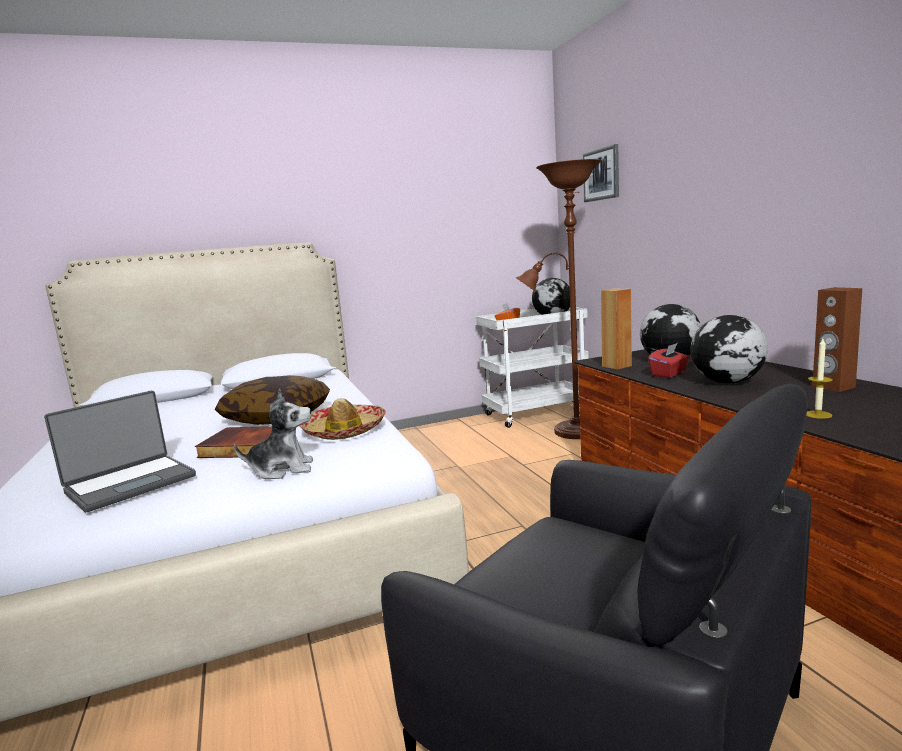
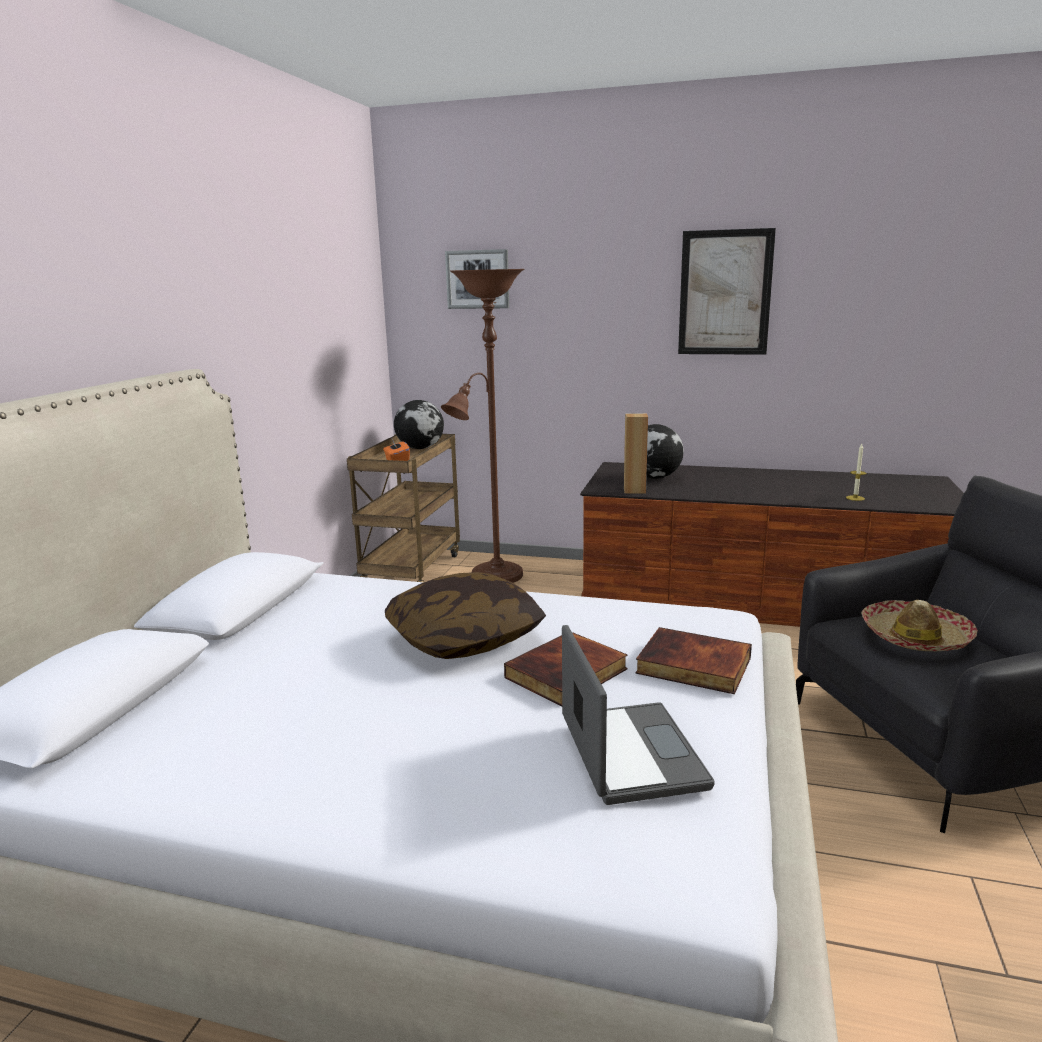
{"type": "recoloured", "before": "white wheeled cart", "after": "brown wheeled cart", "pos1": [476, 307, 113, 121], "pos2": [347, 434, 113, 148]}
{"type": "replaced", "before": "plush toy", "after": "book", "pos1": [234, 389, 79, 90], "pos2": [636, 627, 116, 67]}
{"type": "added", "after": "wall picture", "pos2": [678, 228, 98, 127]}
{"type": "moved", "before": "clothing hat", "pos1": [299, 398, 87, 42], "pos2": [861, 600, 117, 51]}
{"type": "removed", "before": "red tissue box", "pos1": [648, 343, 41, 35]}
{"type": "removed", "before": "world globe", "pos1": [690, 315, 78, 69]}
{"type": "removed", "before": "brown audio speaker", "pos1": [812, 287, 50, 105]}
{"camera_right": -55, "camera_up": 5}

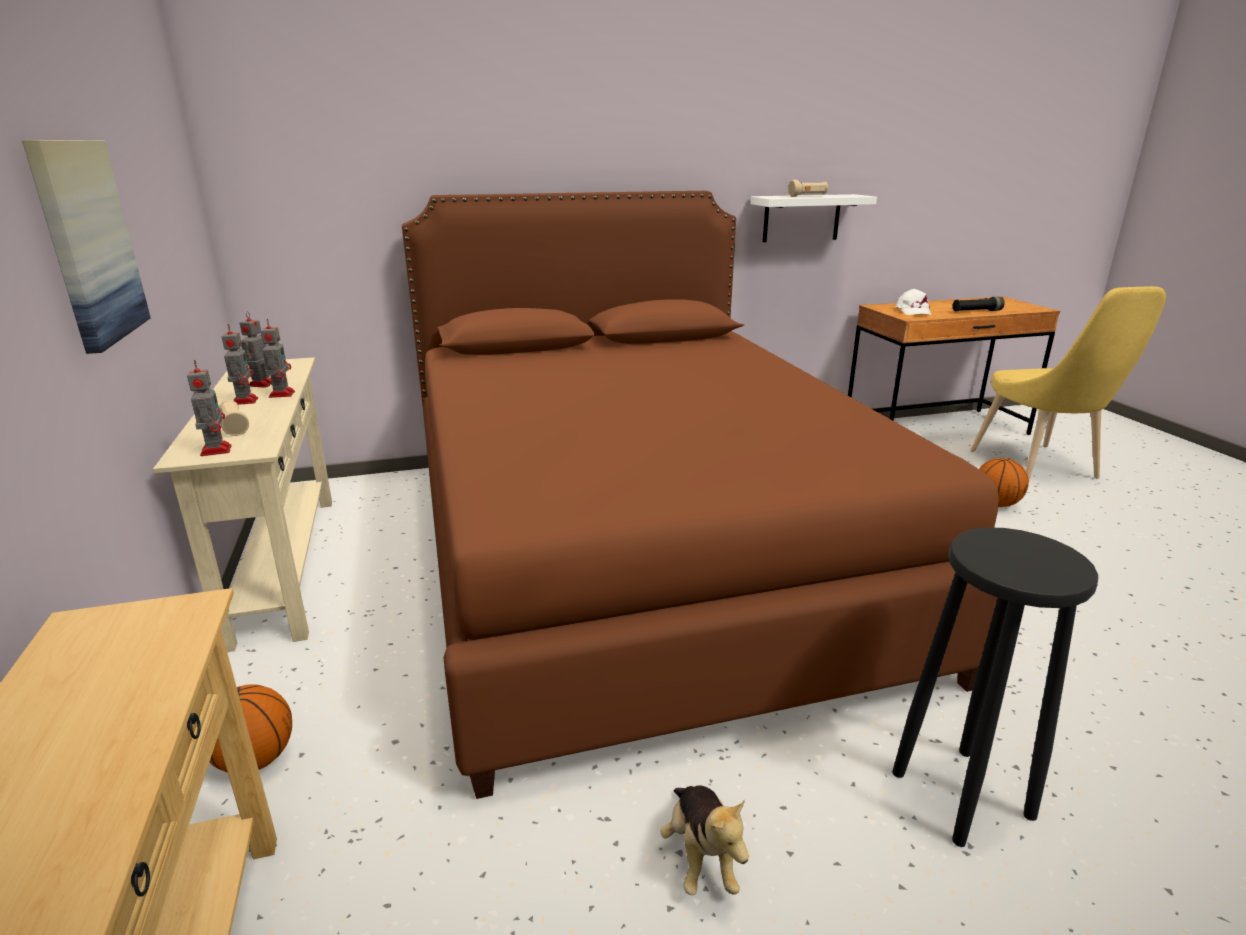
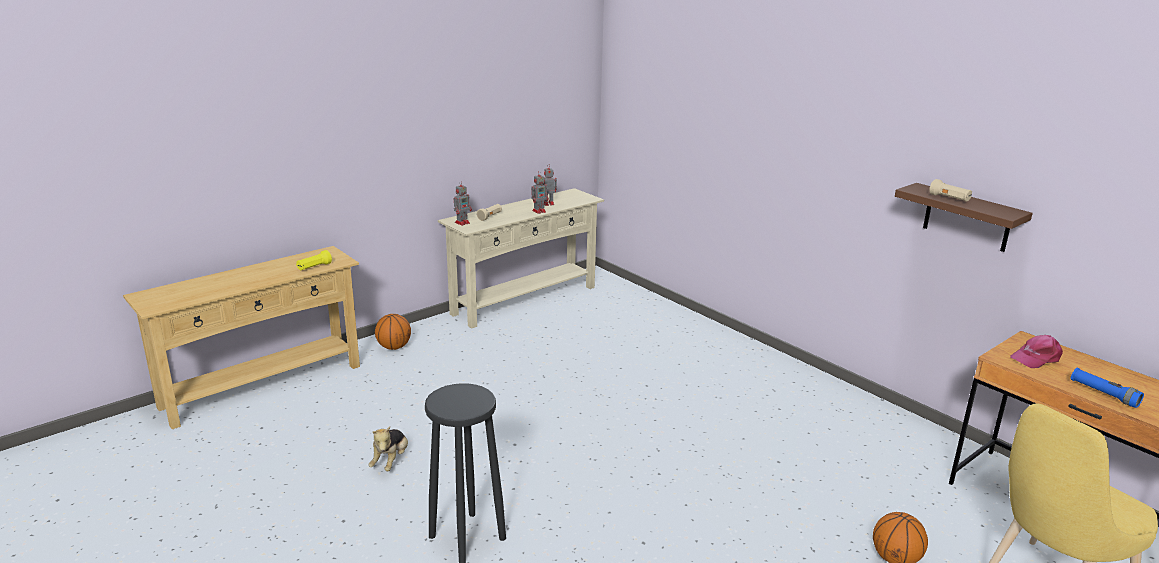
{"type": "added", "after": "yellow-coloured hand torch", "pos2": [296, 250, 36, 20]}
{"type": "turned", "before": "plush toy", "pos1": [660, 786, 89, 110], "pos2": [368, 426, 40, 45], "turn": -45}
{"type": "recoloured", "before": "white shelf", "after": "brown shelf", "pos1": [750, 194, 127, 48], "pos2": [895, 183, 138, 69]}
{"type": "recoloured", "before": "white peaked cap", "after": "pinkish peaked cap", "pos1": [895, 289, 36, 26], "pos2": [1010, 335, 53, 33]}
{"type": "recoloured", "before": "black hand torch", "after": "bluish hand torch", "pos1": [952, 297, 53, 15], "pos2": [1070, 368, 74, 40]}
{"type": "removed", "before": "wall picture", "pos1": [22, 140, 129, 214]}
{"type": "removed", "before": "toy robot", "pos1": [222, 324, 36, 81]}
{"type": "removed", "before": "brown sleeping bed", "pos1": [402, 191, 597, 608]}
{"camera_right": 65, "camera_up": 0}

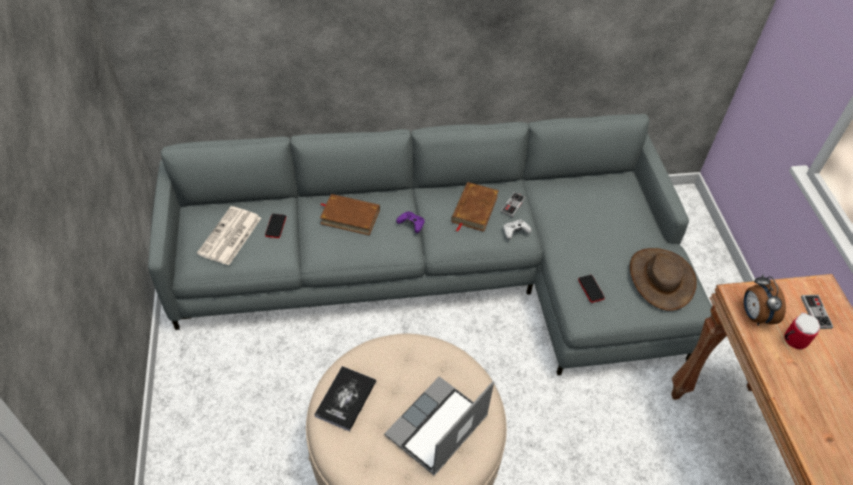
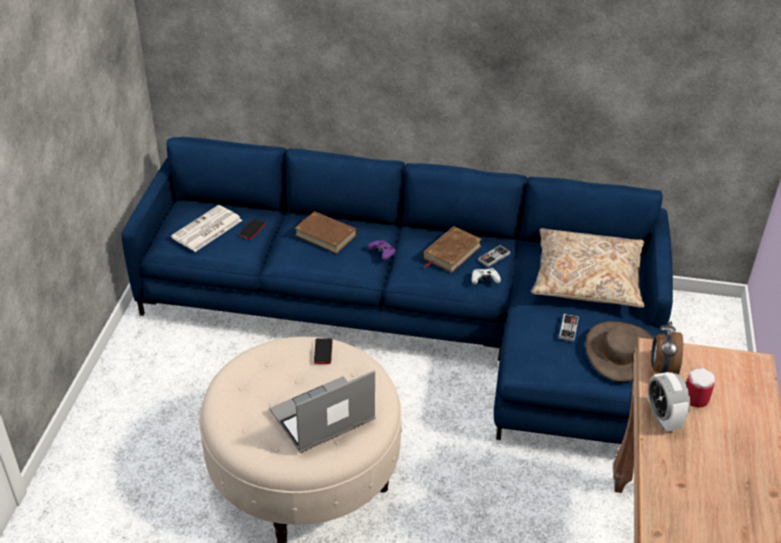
{"type": "recoloured", "before": "grey sofa", "after": "bluish sofa", "pos1": [148, 114, 564, 261], "pos2": [121, 137, 552, 307]}
{"type": "moved", "before": "handset", "pos1": [578, 275, 27, 28], "pos2": [314, 338, 19, 26]}
{"type": "added", "after": "beige pillow", "pos2": [531, 228, 114, 80]}
{"type": "moved", "before": "gamepad", "pos1": [801, 295, 32, 34], "pos2": [559, 314, 20, 28]}
{"type": "added", "after": "alarm clock", "pos2": [648, 372, 42, 60]}
{"type": "removed", "before": "book", "pos1": [314, 366, 62, 65]}
{"camera_right": 20, "camera_up": -10}

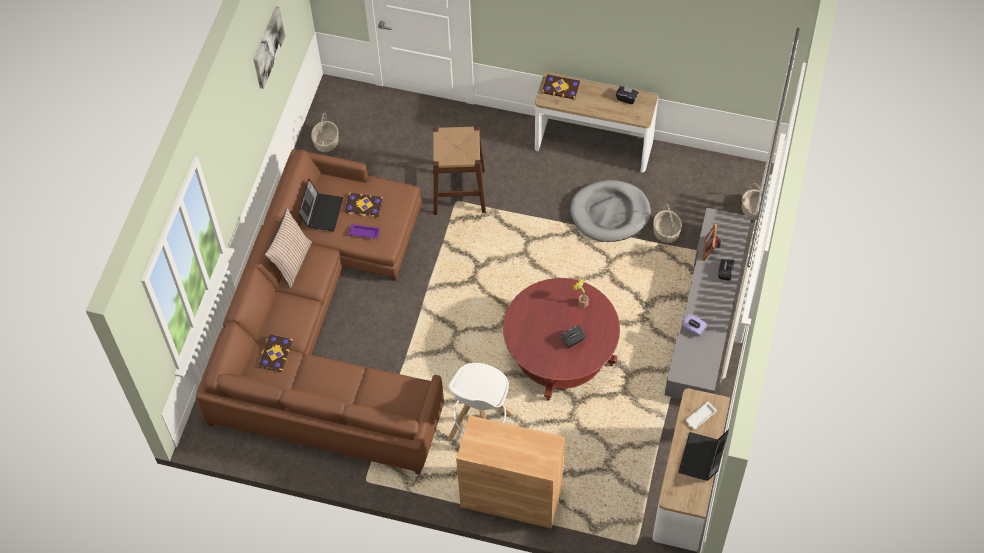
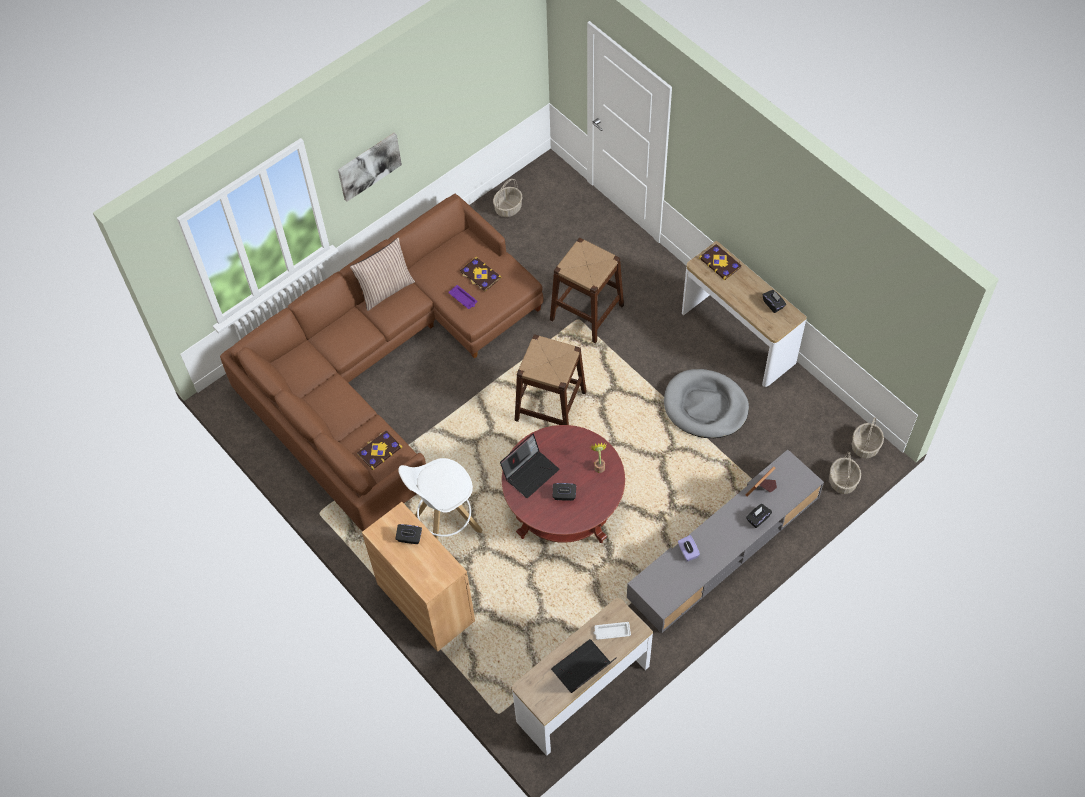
{"type": "moved", "before": "wall picture", "pos1": [253, 6, 32, 83], "pos2": [338, 132, 64, 70]}
{"type": "moved", "before": "book", "pos1": [259, 334, 34, 38], "pos2": [357, 430, 45, 40]}
{"type": "added", "after": "black tissue box", "pos2": [395, 524, 27, 20]}
{"type": "moved", "before": "portable computer", "pos1": [298, 179, 46, 53], "pos2": [500, 433, 59, 65]}
{"type": "added", "after": "brown stool", "pos2": [514, 334, 73, 91]}
{"type": "moved", "before": "household basket", "pos1": [653, 204, 29, 39], "pos2": [852, 417, 32, 41]}
{"camera_right": 35, "camera_up": 0}

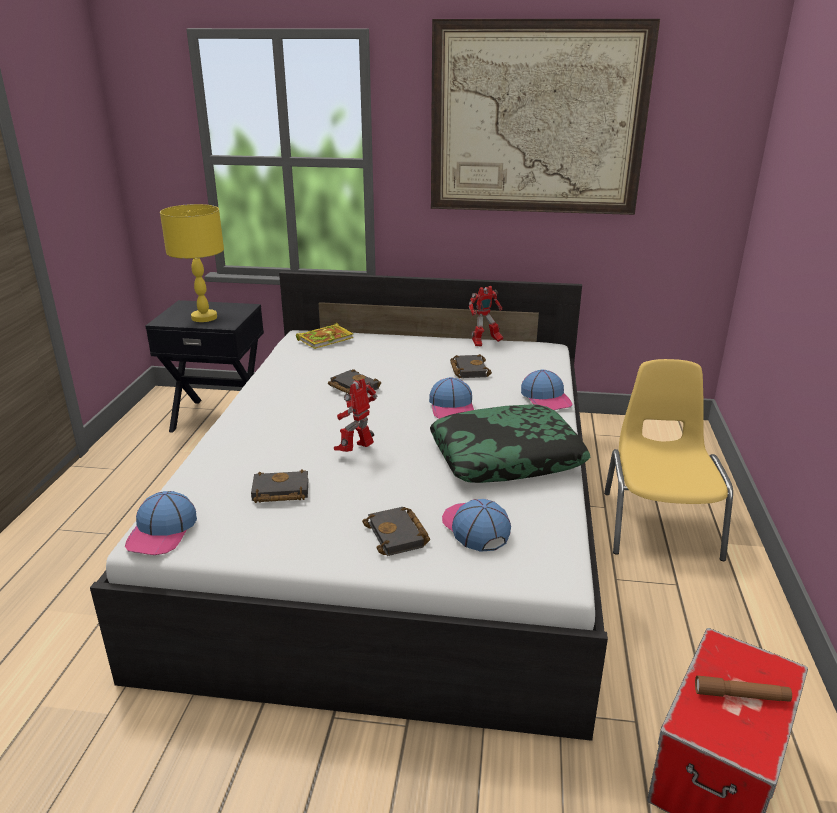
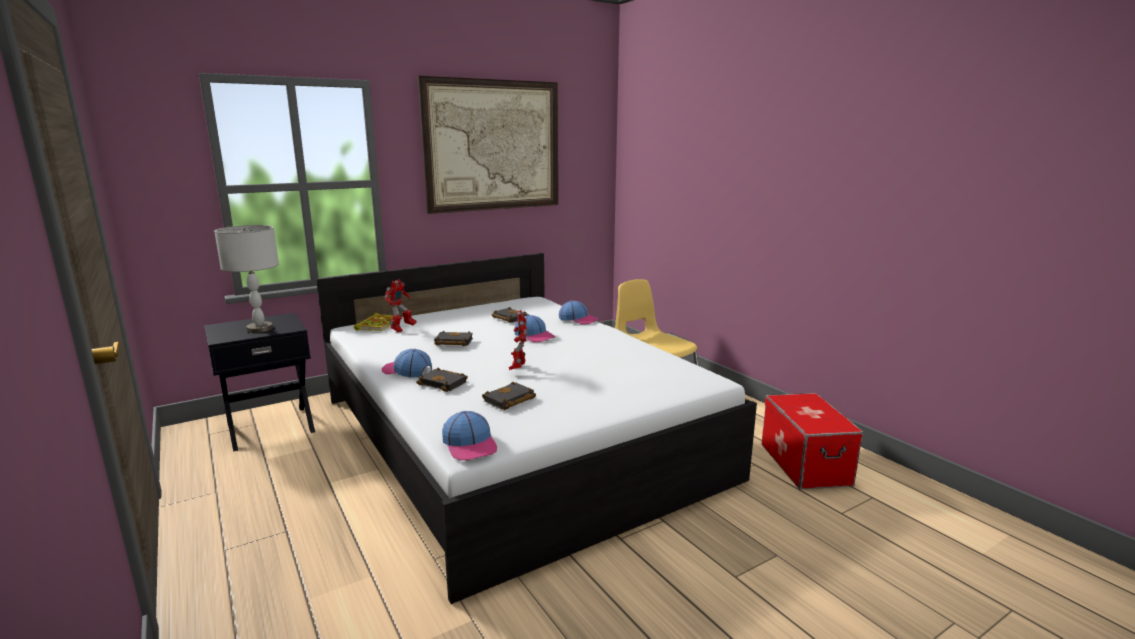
{"type": "recoloured", "before": "yellow-coloured tabletop lamp", "after": "grey tabletop lamp", "pos1": [160, 204, 64, 118], "pos2": [214, 225, 65, 108]}
{"type": "moved", "before": "peaked cap", "pos1": [442, 499, 69, 53], "pos2": [382, 349, 50, 29]}
{"type": "moved", "before": "toy robot", "pos1": [469, 286, 34, 61], "pos2": [384, 279, 33, 53]}
{"type": "moved", "before": "black book", "pos1": [362, 507, 68, 49], "pos2": [416, 368, 52, 24]}
{"type": "removed", "before": "pillow", "pos1": [430, 404, 160, 79]}
{"type": "removed", "before": "brown hand torch", "pos1": [695, 676, 97, 26]}
{"camera_right": -40, "camera_up": -10}

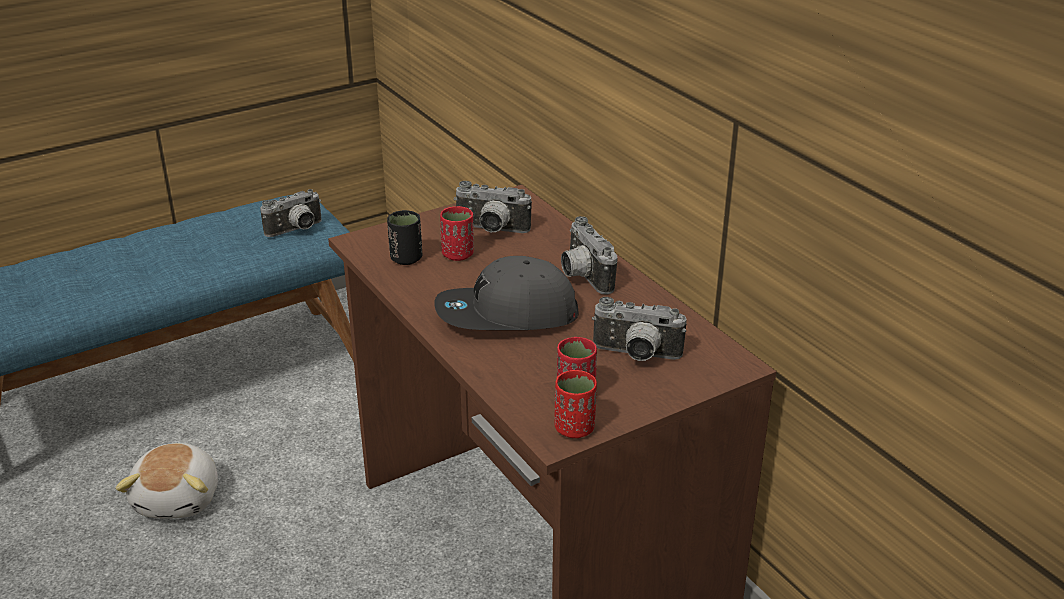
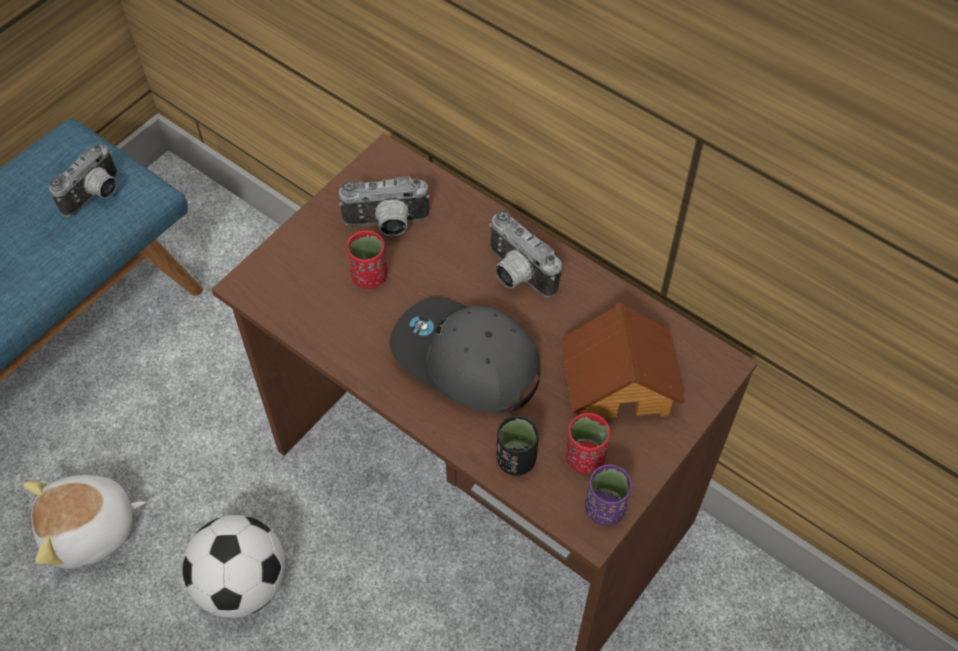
{"type": "turned", "before": "plush toy", "pos1": [115, 443, 103, 75], "pos2": [23, 475, 122, 94], "turn": 90}
{"type": "added", "after": "football", "pos2": [182, 515, 103, 103]}
{"type": "turned", "before": "grey peaked cap", "pos1": [434, 256, 145, 74], "pos2": [389, 297, 151, 117], "turn": 60}
{"type": "moved", "before": "black drinking cup", "pos1": [387, 210, 35, 55], "pos2": [496, 416, 43, 60]}
{"type": "replaced", "before": "still camera", "after": "model house", "pos1": [592, 297, 95, 64], "pos2": [560, 302, 125, 117]}
{"type": "recoloured", "before": "red drinking cup", "after": "purple-coloured drinking cup", "pos1": [554, 370, 43, 68], "pos2": [585, 465, 47, 61]}
{"camera_right": -20, "camera_up": 25}

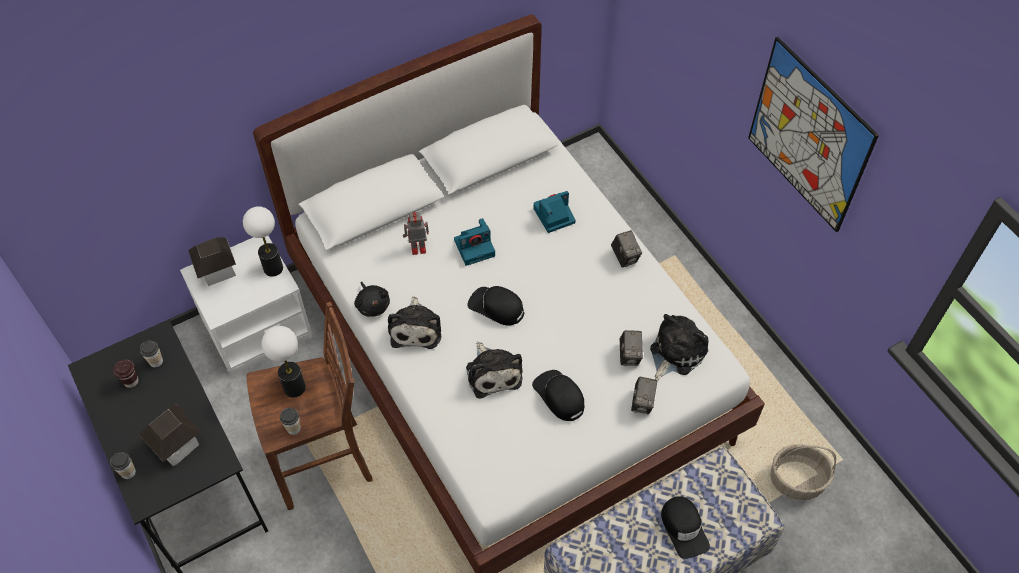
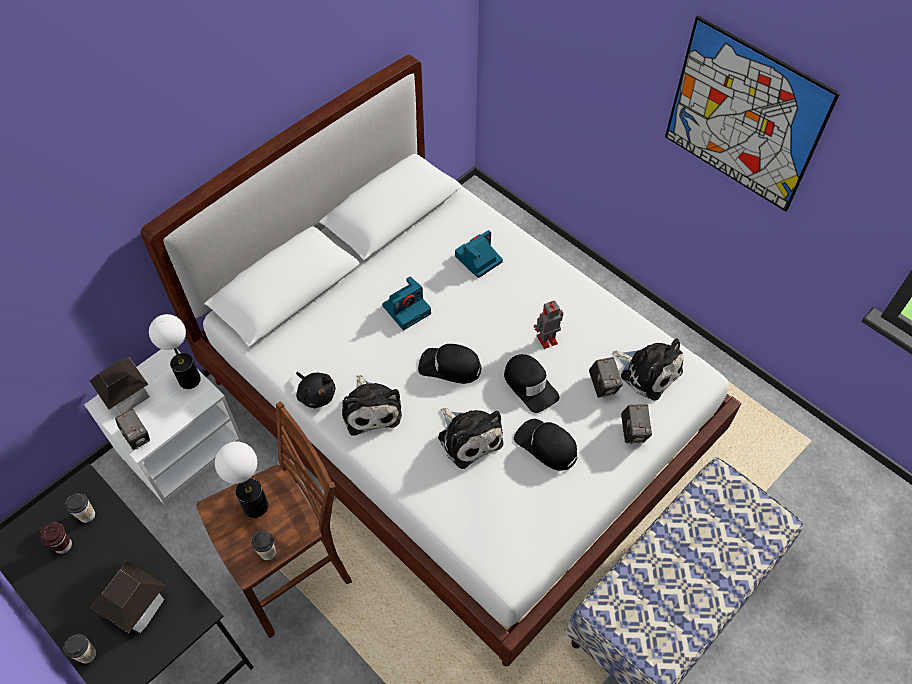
{"type": "moved", "before": "still camera", "pos1": [611, 230, 31, 38], "pos2": [115, 409, 35, 41]}
{"type": "moved", "before": "black peaked cap", "pos1": [661, 496, 49, 63], "pos2": [504, 354, 56, 59]}
{"type": "moved", "before": "toy robot", "pos1": [403, 211, 26, 44], "pos2": [534, 300, 29, 49]}
{"type": "turned", "before": "plush toy", "pos1": [650, 314, 58, 67], "pos2": [612, 338, 72, 63], "turn": 105}
{"type": "removed", "before": "household basket", "pos1": [770, 444, 66, 56]}
{"camera_right": -15, "camera_up": 0}

